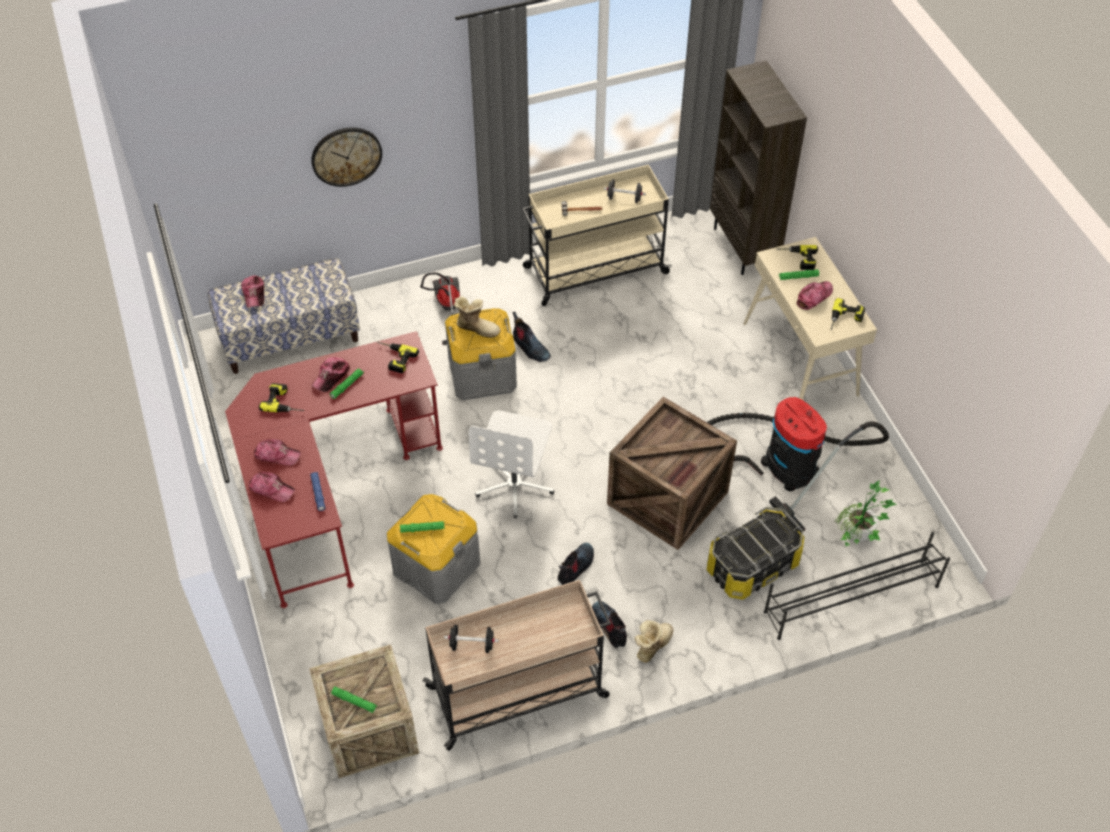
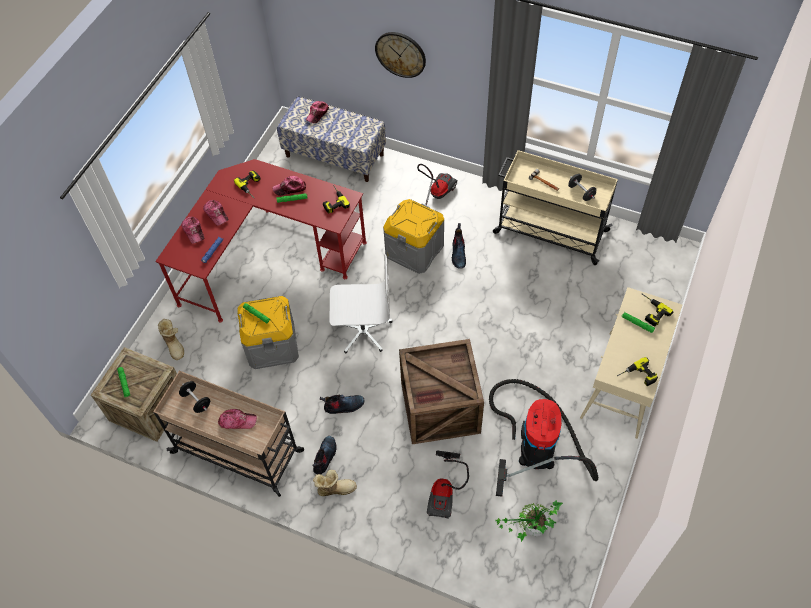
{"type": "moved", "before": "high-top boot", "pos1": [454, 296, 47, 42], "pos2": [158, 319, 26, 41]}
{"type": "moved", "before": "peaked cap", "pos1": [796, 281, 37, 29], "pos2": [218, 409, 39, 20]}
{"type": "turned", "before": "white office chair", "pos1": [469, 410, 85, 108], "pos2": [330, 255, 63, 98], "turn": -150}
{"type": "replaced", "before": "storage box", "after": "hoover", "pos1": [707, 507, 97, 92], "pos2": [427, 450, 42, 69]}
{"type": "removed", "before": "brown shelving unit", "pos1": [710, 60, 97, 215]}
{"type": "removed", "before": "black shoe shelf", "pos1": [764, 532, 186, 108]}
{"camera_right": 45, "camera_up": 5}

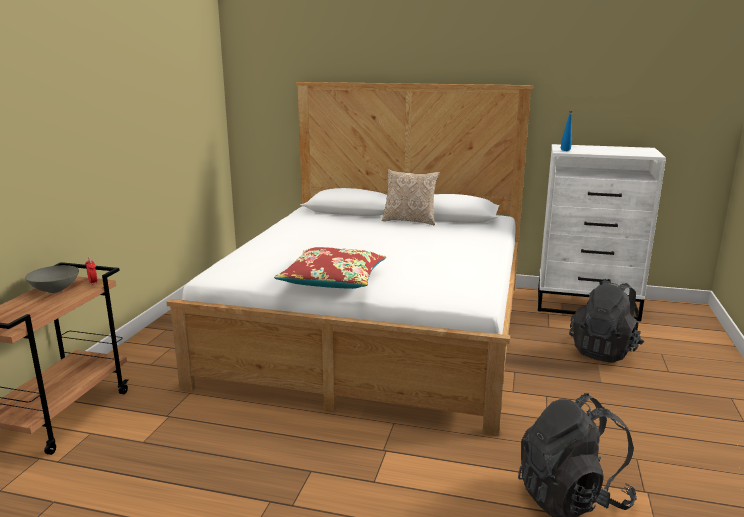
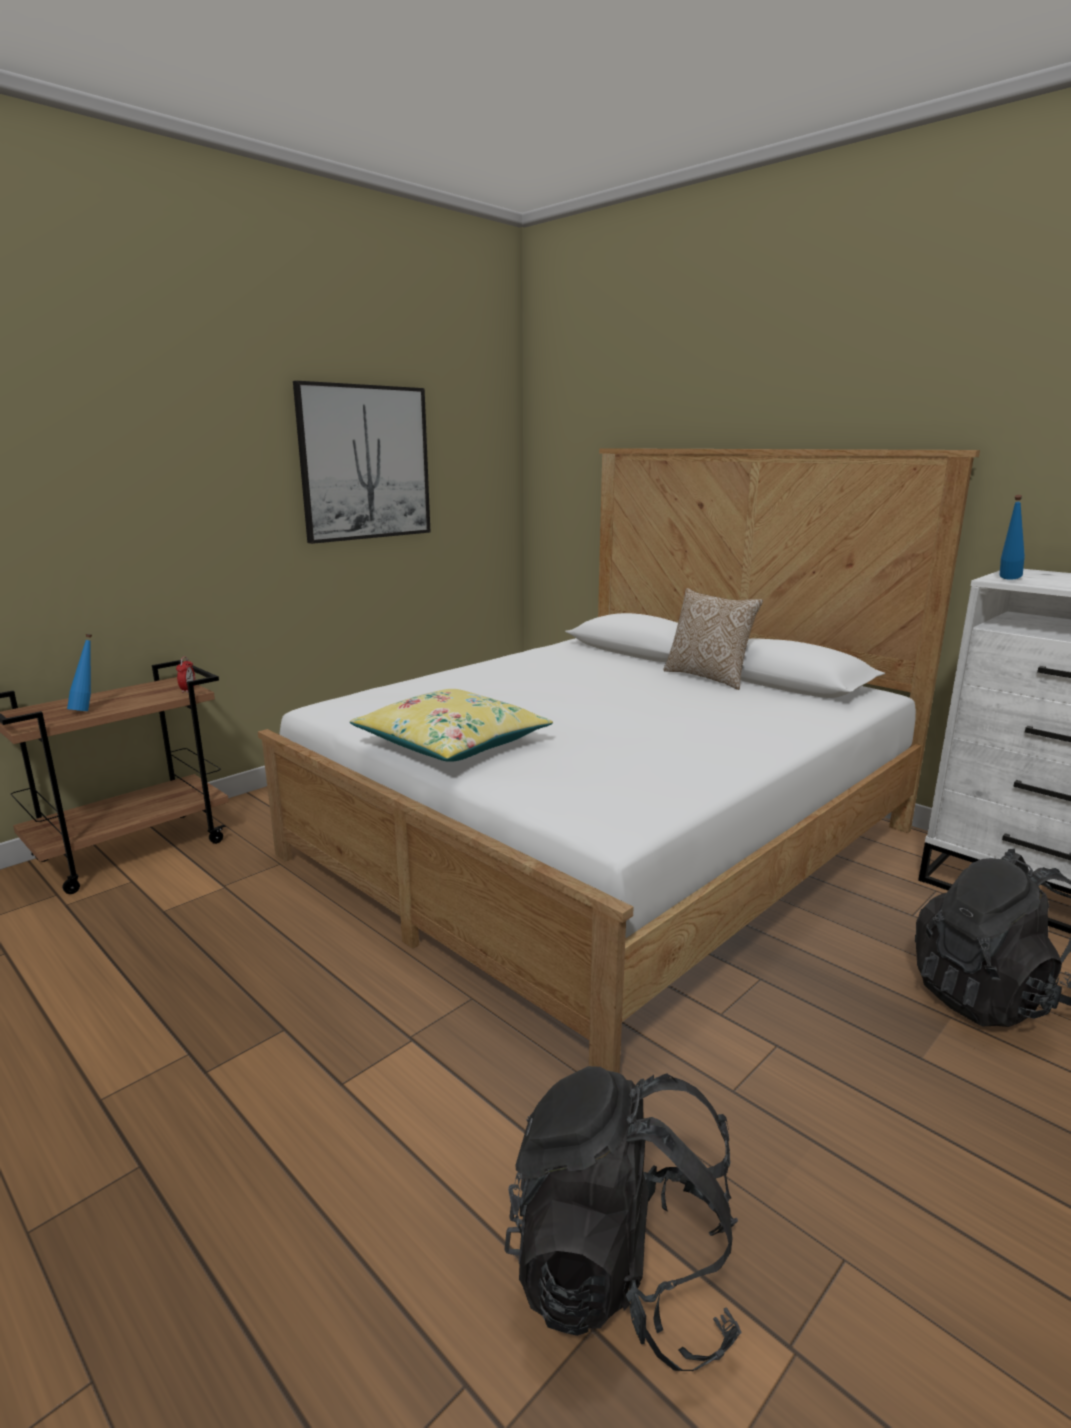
{"type": "added", "after": "bluish bottle", "pos2": [67, 634, 25, 77]}
{"type": "added", "after": "wall picture", "pos2": [293, 381, 137, 163]}
{"type": "recoloured", "before": "red pillow", "after": "yellow-coloured pillow", "pos1": [274, 247, 112, 42], "pos2": [350, 689, 203, 73]}
{"type": "removed", "before": "grey serving bowl", "pos1": [25, 265, 54, 28]}
{"camera_right": 30, "camera_up": 0}

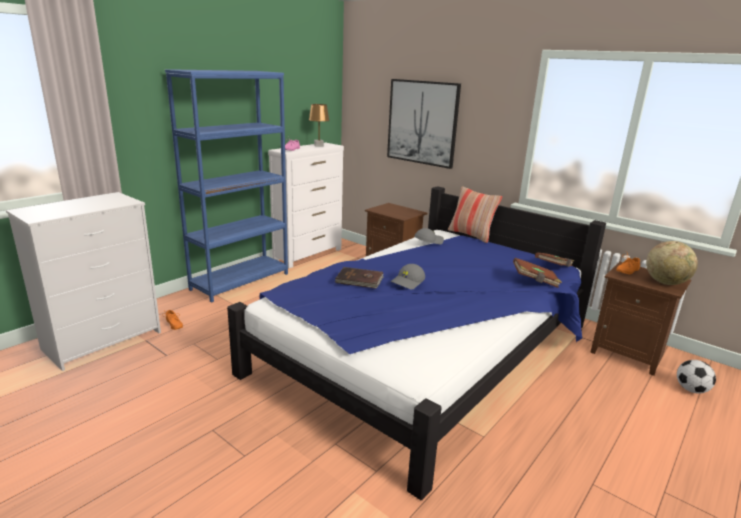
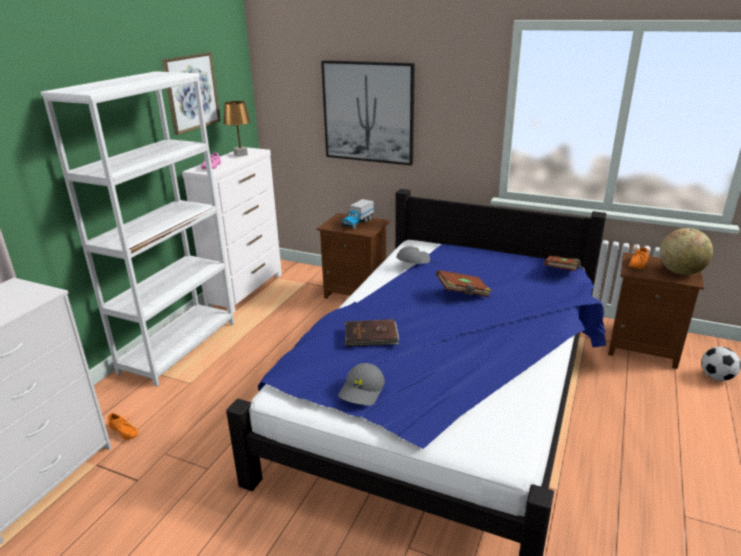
{"type": "recoloured", "before": "bluish shelving unit", "after": "white shelving unit", "pos1": [165, 69, 123, 234], "pos2": [41, 71, 193, 315]}
{"type": "added", "after": "wall picture", "pos2": [162, 52, 59, 83]}
{"type": "moved", "before": "grey peaked cap", "pos1": [390, 264, 35, 26], "pos2": [338, 363, 46, 43]}
{"type": "added", "after": "toy truck", "pos2": [341, 199, 33, 31]}
{"type": "moved", "before": "brown book", "pos1": [513, 258, 49, 30], "pos2": [436, 270, 56, 27]}
{"type": "removed", "before": "pillow", "pos1": [448, 186, 54, 57]}
{"camera_right": -15, "camera_up": 5}

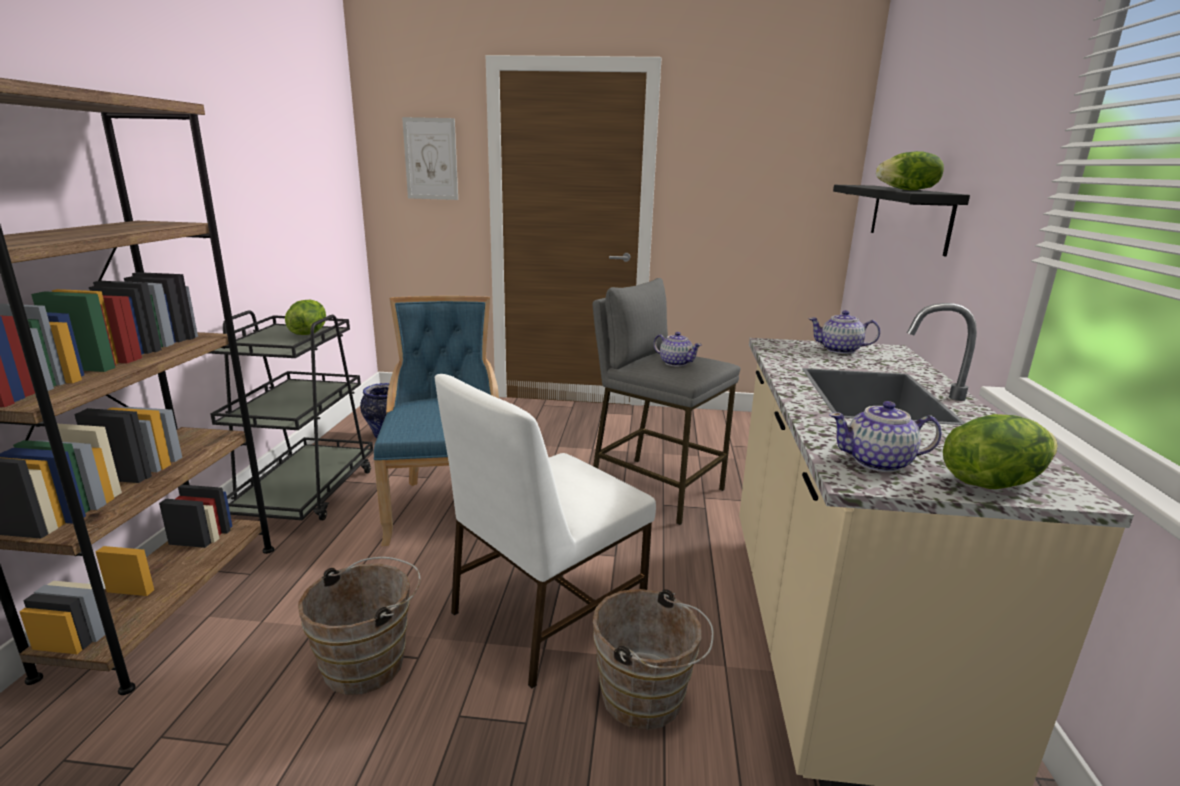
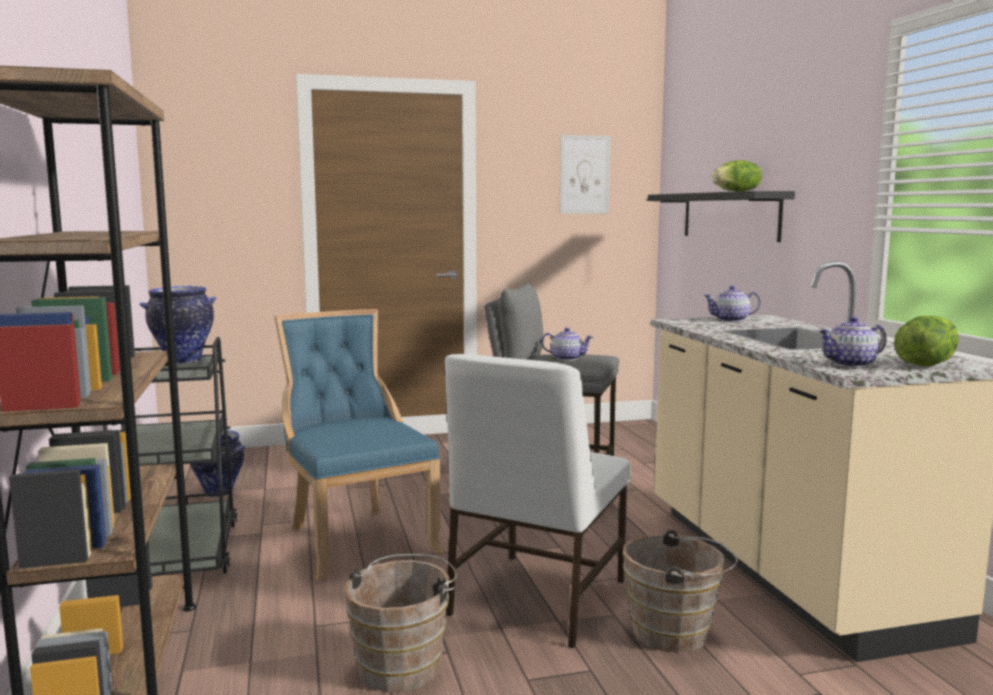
{"type": "replaced", "before": "head of lettuce", "after": "flower vase", "pos1": [285, 300, 41, 35], "pos2": [140, 286, 76, 78]}
{"type": "moved", "before": "wall picture", "pos1": [402, 117, 56, 83], "pos2": [559, 135, 52, 79]}
{"camera_right": -20, "camera_up": -10}

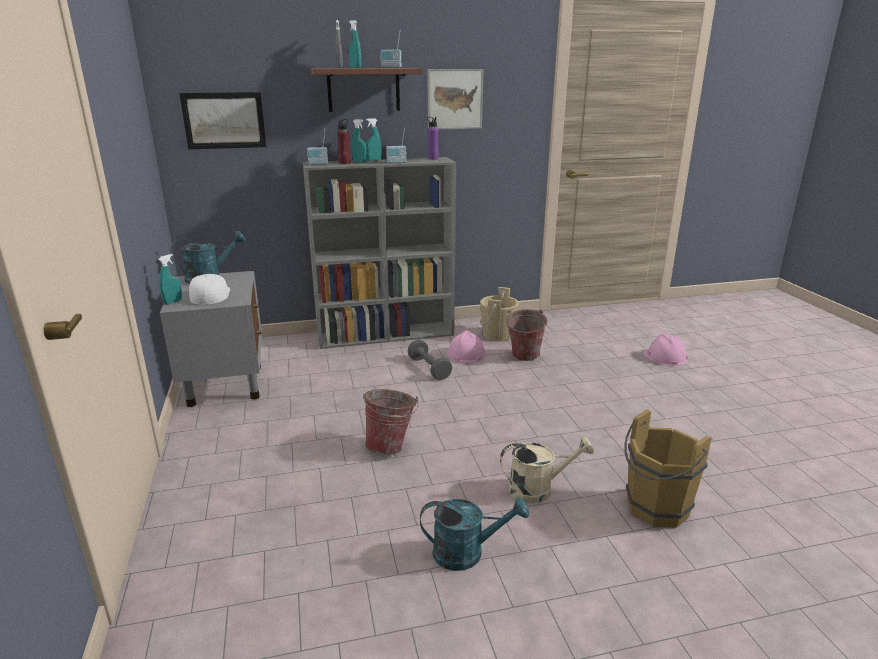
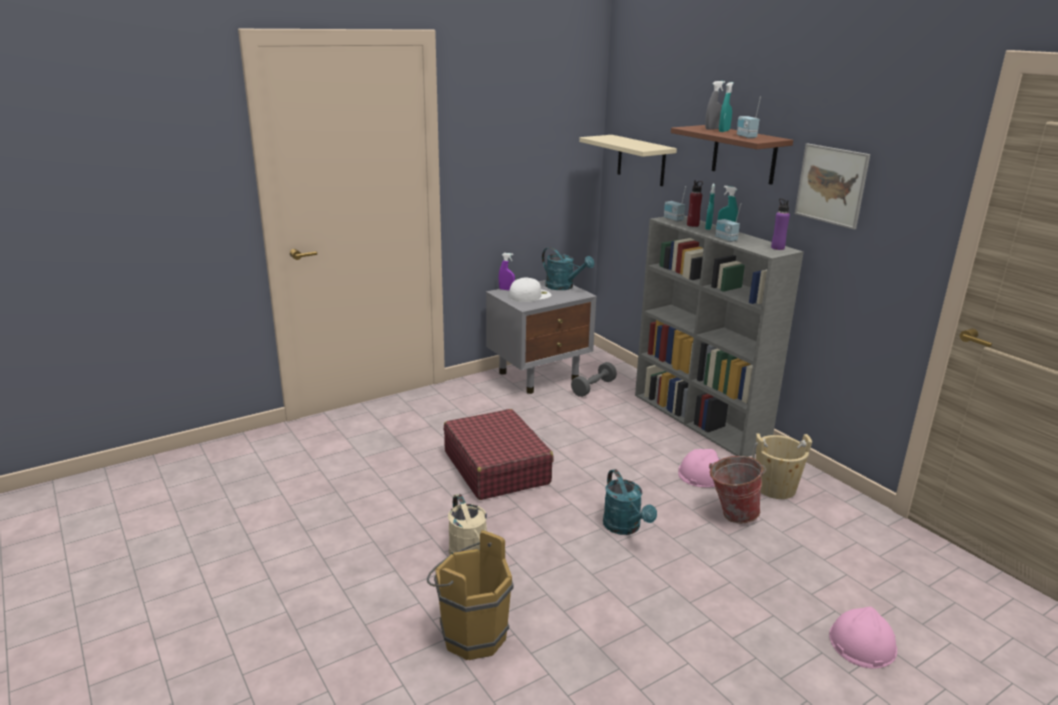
{"type": "replaced", "before": "water bucket", "after": "red piece of luggage", "pos1": [363, 389, 56, 66], "pos2": [444, 409, 110, 91]}
{"type": "recoloured", "before": "blue-green sprayer", "after": "purple-coloured sprayer", "pos1": [158, 254, 24, 51], "pos2": [499, 253, 16, 37]}
{"type": "moved", "before": "grey dumbbell", "pos1": [408, 340, 44, 40], "pos2": [571, 362, 46, 35]}
{"type": "replaced", "before": "wall picture", "after": "beige shelf", "pos1": [179, 92, 87, 57], "pos2": [579, 135, 98, 51]}
{"type": "moved", "before": "blue-green sprinkling can", "pos1": [420, 497, 109, 74], "pos2": [603, 469, 54, 66]}
{"camera_right": 70, "camera_up": 0}

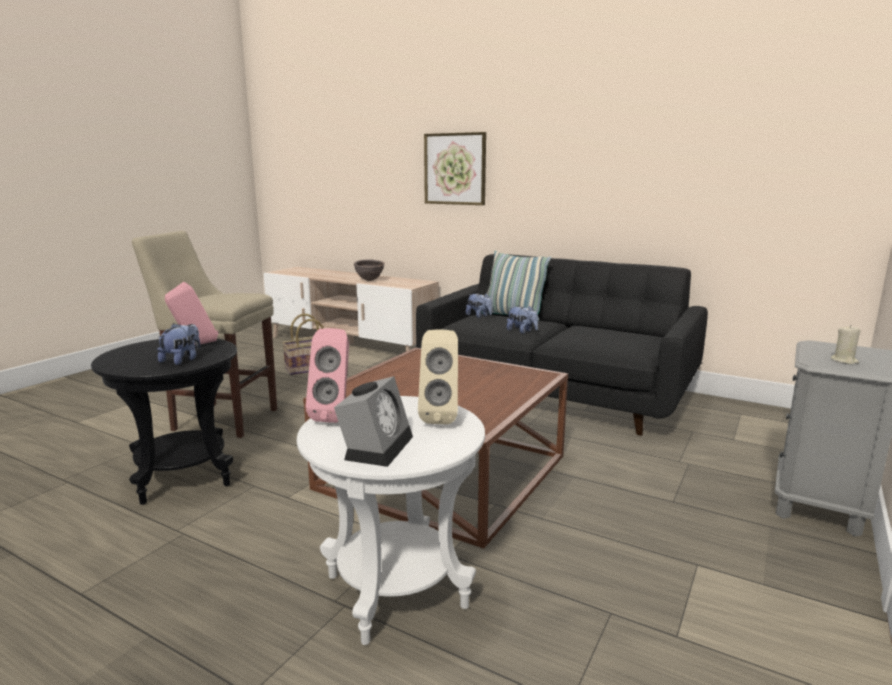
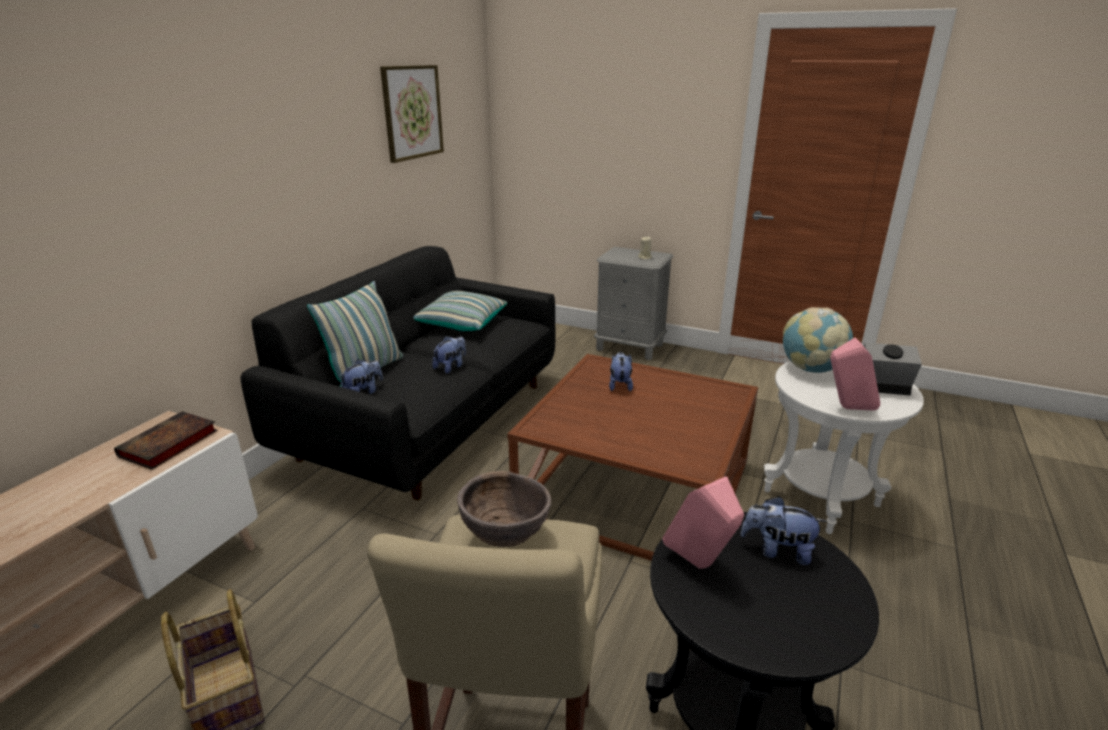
{"type": "added", "after": "book", "pos2": [114, 411, 104, 59]}
{"type": "moved", "before": "wall picture", "pos1": [424, 132, 62, 73], "pos2": [380, 65, 64, 98]}
{"type": "added", "after": "pillow", "pos2": [414, 291, 93, 40]}
{"type": "moved", "before": "brown serving bowl", "pos1": [354, 260, 31, 21], "pos2": [457, 471, 94, 76]}
{"type": "added", "after": "plush toy", "pos2": [609, 352, 24, 39]}
{"type": "replaced", "before": "beige audio speaker", "after": "world globe", "pos1": [418, 329, 40, 95], "pos2": [783, 307, 70, 66]}
{"camera_right": -95, "camera_up": 10}

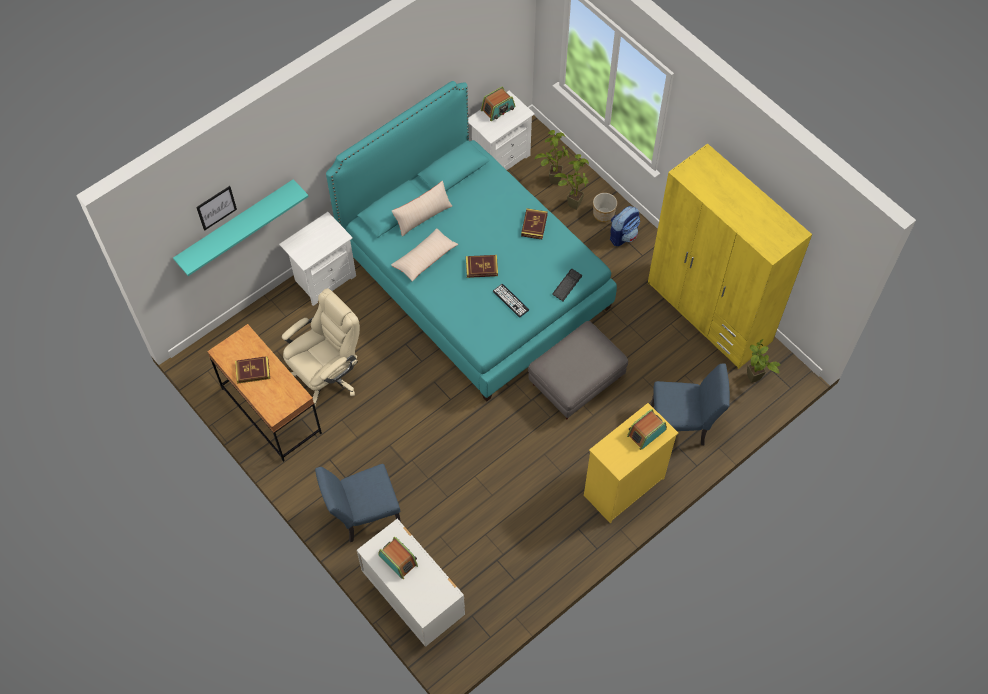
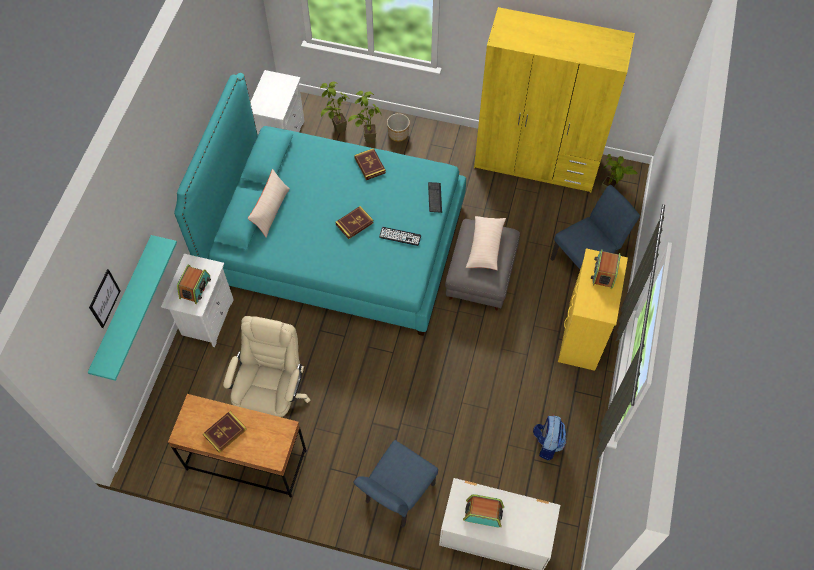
{"type": "moved", "before": "radio receiver", "pos1": [481, 86, 34, 35], "pos2": [177, 265, 34, 39]}
{"type": "moved", "before": "beige pillow", "pos1": [391, 228, 67, 54], "pos2": [466, 216, 40, 54]}
{"type": "moved", "before": "rucksack", "pos1": [610, 206, 30, 40], "pos2": [533, 415, 33, 45]}
{"camera_right": -35, "camera_up": 0}

